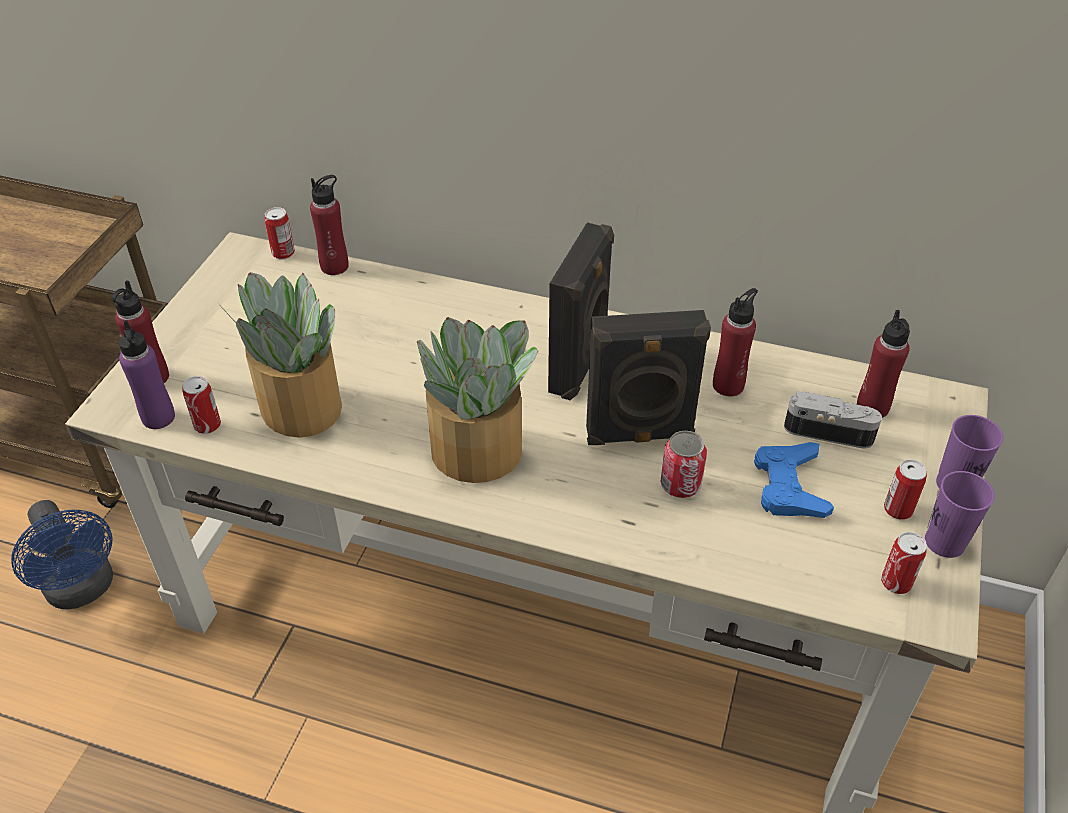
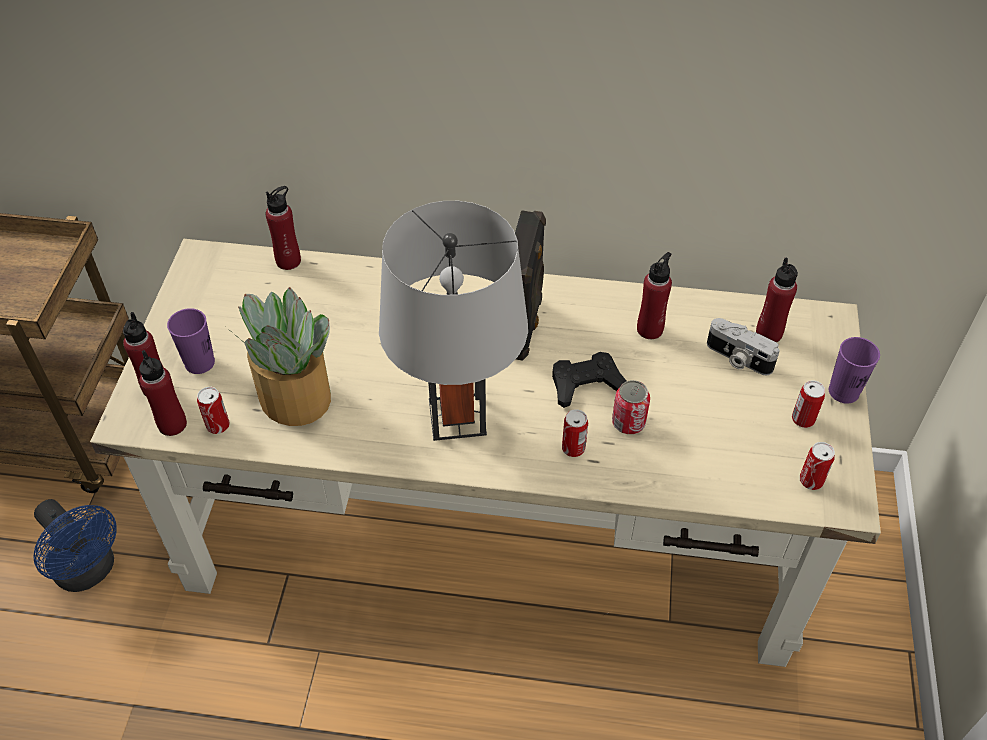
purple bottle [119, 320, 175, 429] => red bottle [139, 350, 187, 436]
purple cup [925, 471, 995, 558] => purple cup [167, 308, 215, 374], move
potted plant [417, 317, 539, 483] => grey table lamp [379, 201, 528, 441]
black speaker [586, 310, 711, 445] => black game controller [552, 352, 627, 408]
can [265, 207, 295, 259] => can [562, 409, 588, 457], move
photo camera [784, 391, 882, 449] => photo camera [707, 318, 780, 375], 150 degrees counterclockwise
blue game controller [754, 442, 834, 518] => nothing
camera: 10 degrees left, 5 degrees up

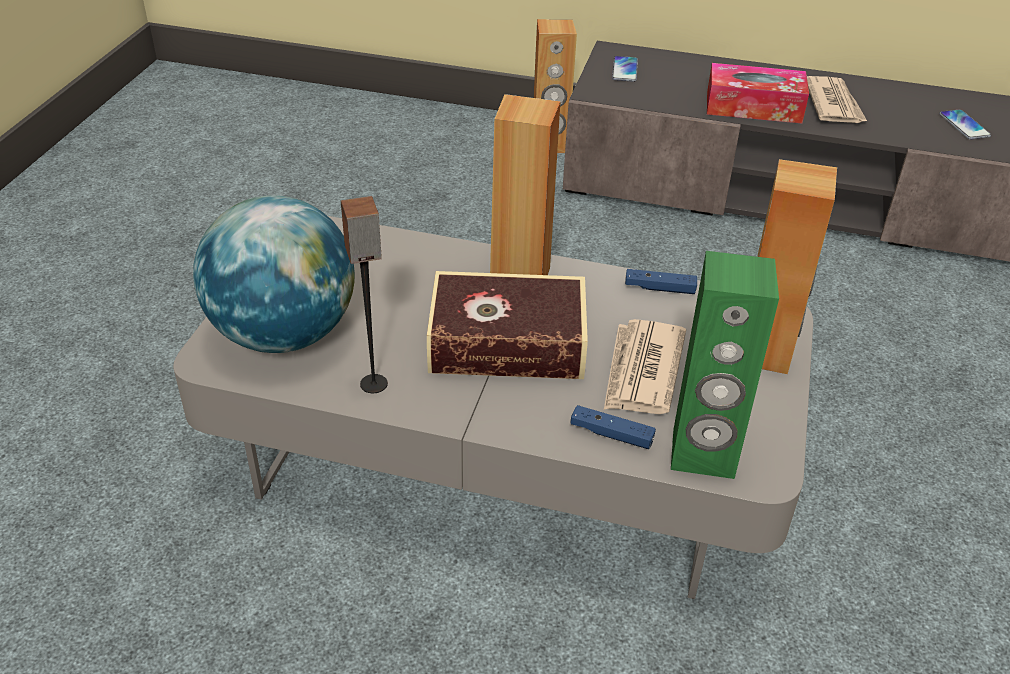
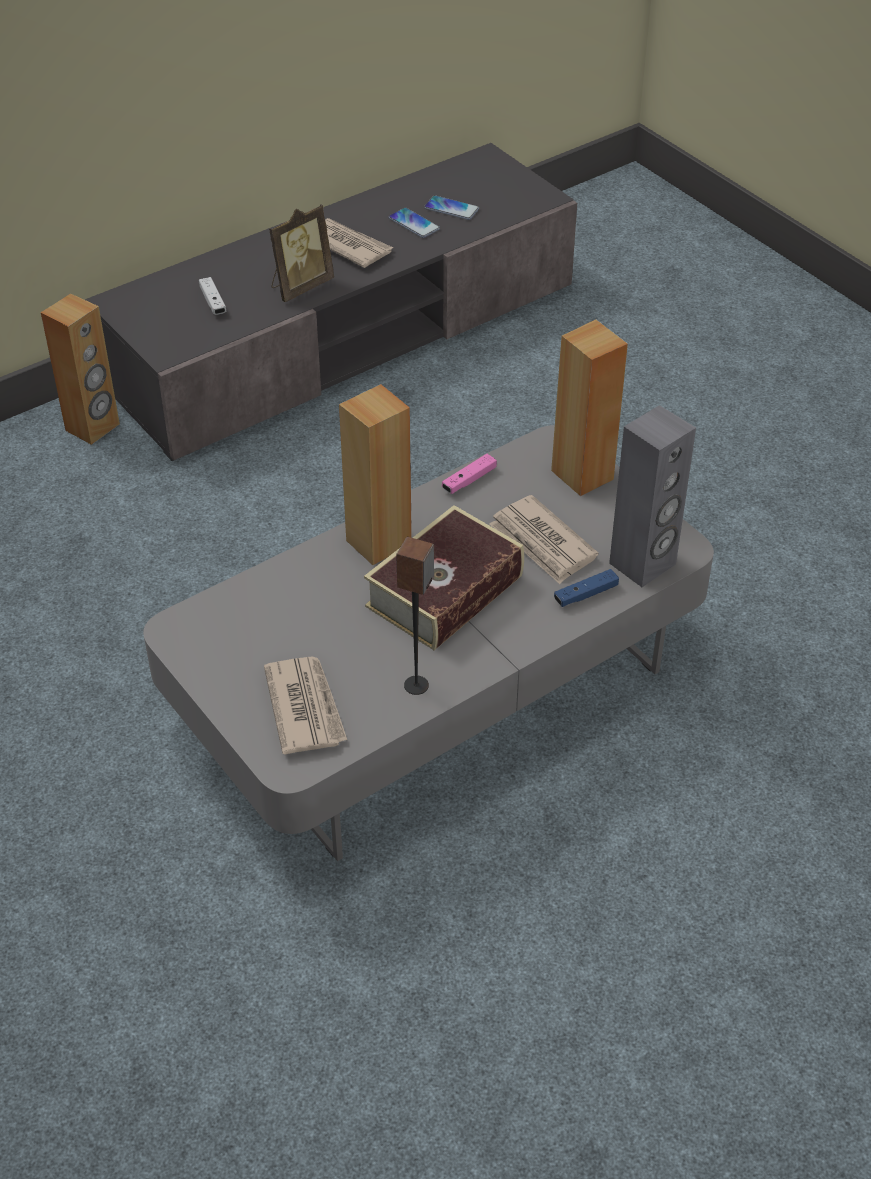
nothing => white game controller [199, 277, 226, 315]
globe [193, 195, 355, 353] => newspaper [264, 656, 347, 755]
tissue box [707, 63, 809, 123] => picture frame [269, 204, 334, 302]
phone [612, 56, 638, 82] => phone [389, 208, 440, 238], move
blue game controller [625, 269, 697, 294] => pink game controller [442, 454, 497, 494]
green speaker [671, 251, 779, 479] => grey speaker [609, 405, 696, 587]
camera: 50 degrees left, 5 degrees up

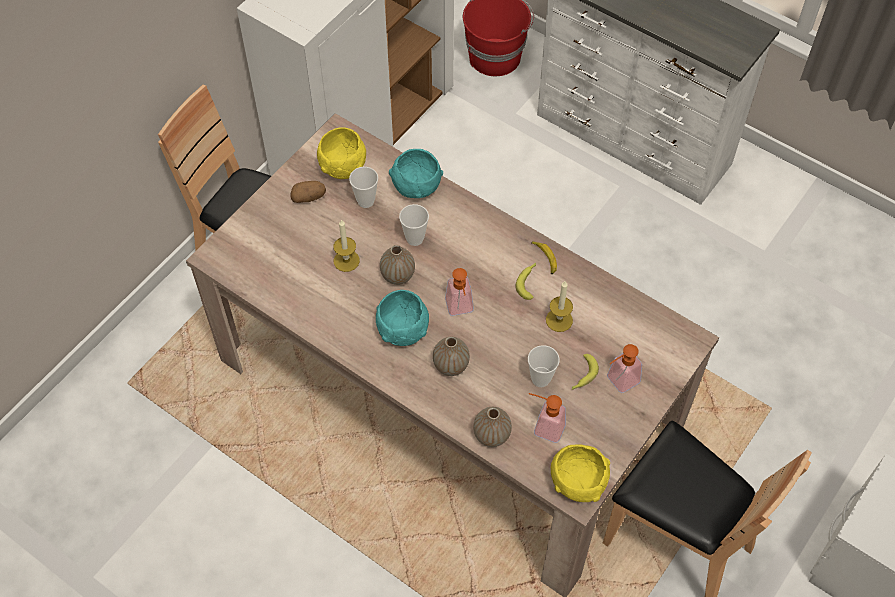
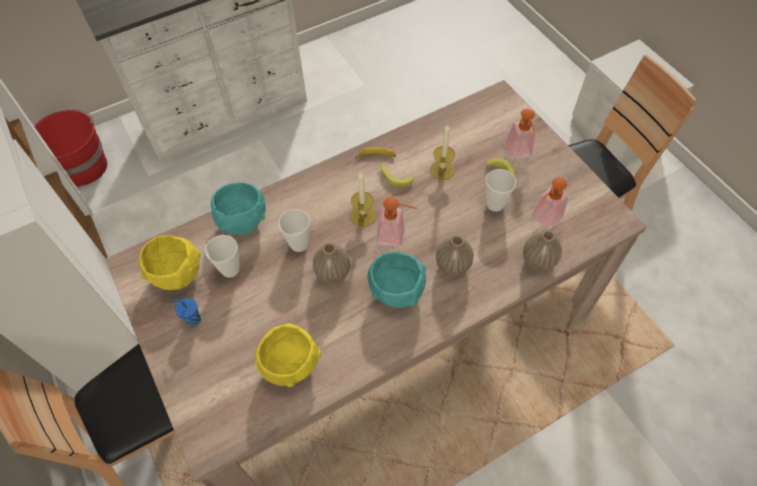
potato [290, 181, 326, 203] => blue cup [172, 298, 201, 327]
yellow bowl [551, 444, 610, 502] => yellow bowl [255, 323, 321, 387], move
candle [333, 220, 360, 272] => candle [350, 172, 376, 227], move
camera: 65 degrees left, 0 degrees up

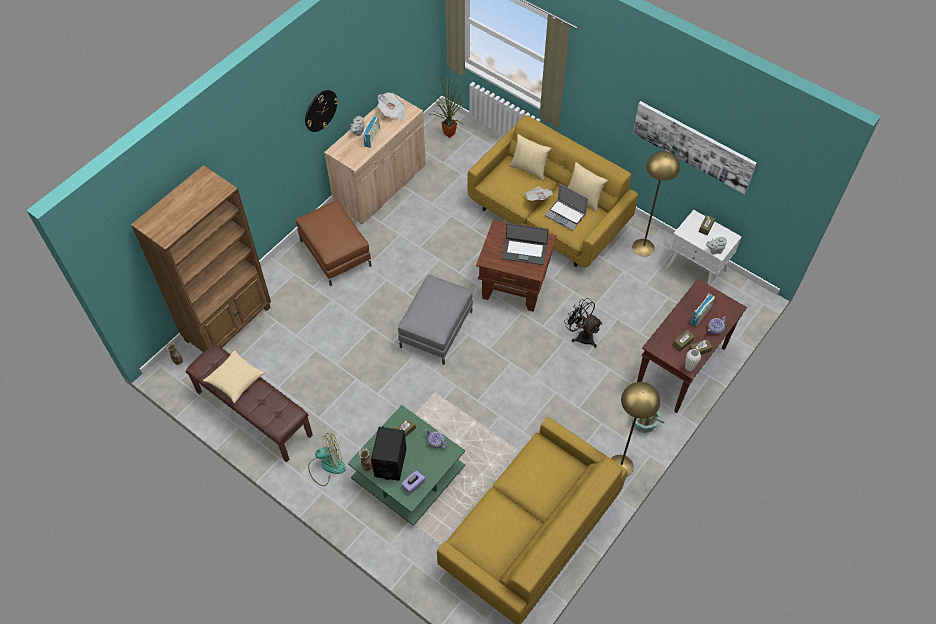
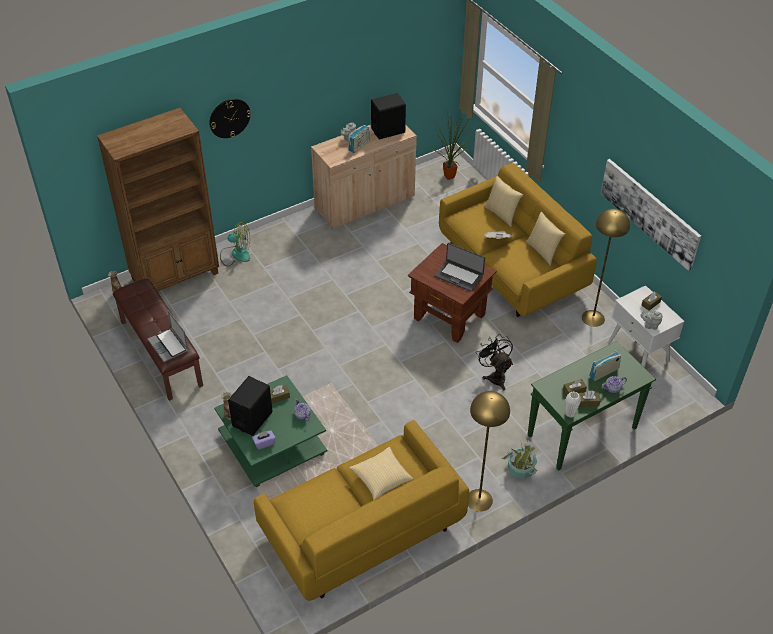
laptop [545, 184, 588, 231] => laptop [148, 310, 189, 362], move
wall clock [305, 90, 338, 132] => wall clock [209, 99, 251, 138], move
fan [308, 433, 346, 486] => fan [220, 222, 250, 266], move
pillow [203, 350, 265, 404] => pillow [349, 447, 414, 500], move
newspaper [378, 92, 407, 120] => black speaker [371, 93, 406, 140]
brown console table [637, 279, 747, 413] => green console table [528, 341, 656, 471]
brown ottoman [296, 200, 372, 286] => nothing
grey ottoman [398, 275, 473, 365] => nothing
camera: 20 degrees right, 10 degrees down

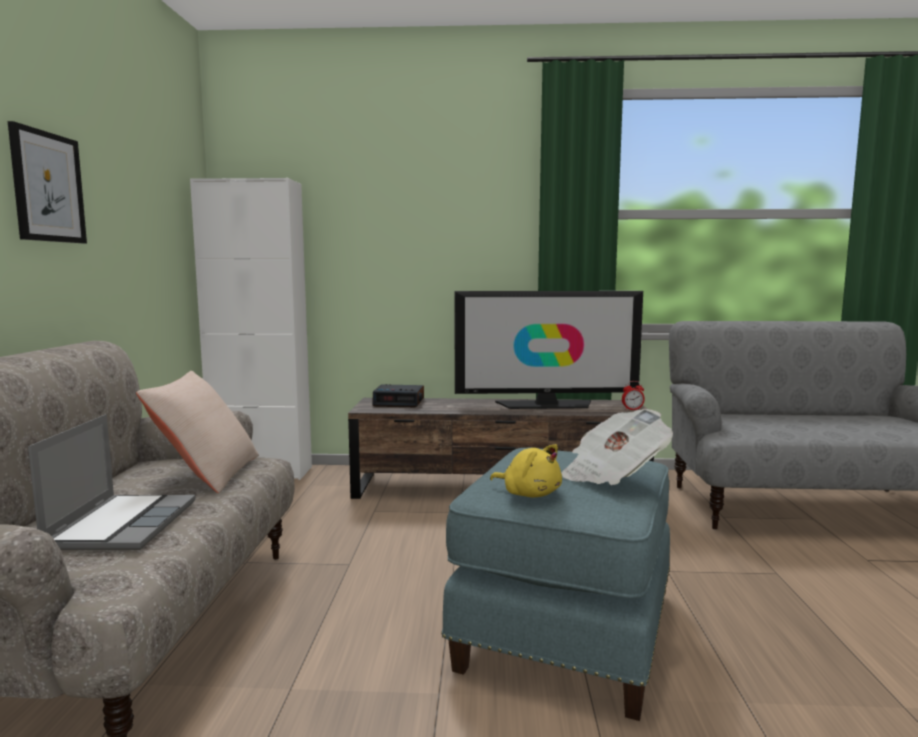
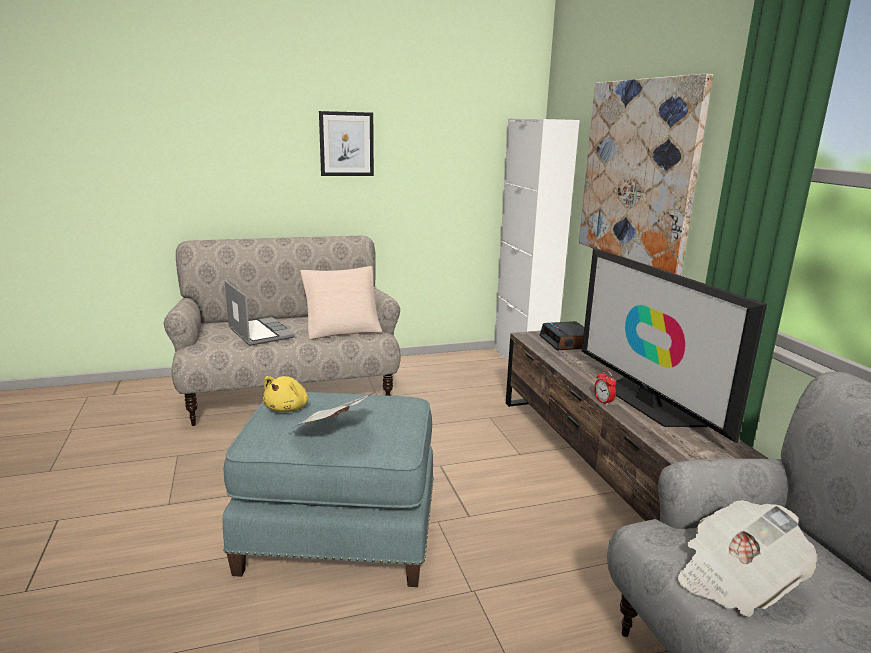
laptop [28, 414, 196, 550] => laptop [225, 281, 295, 346], 105 degrees counterclockwise
nothing => picture [579, 73, 713, 276]
alarm clock [622, 381, 645, 410] => alarm clock [594, 370, 616, 406], move
nothing => newspaper [678, 500, 817, 617]
camera: 70 degrees right, 10 degrees up

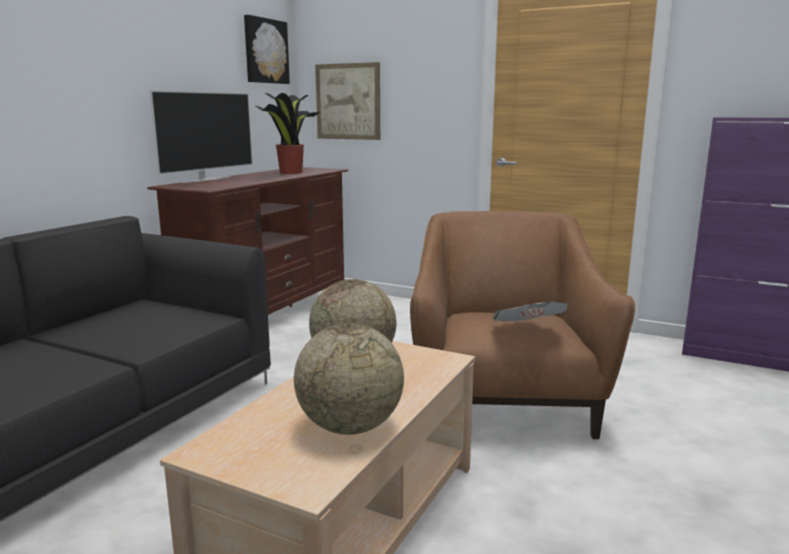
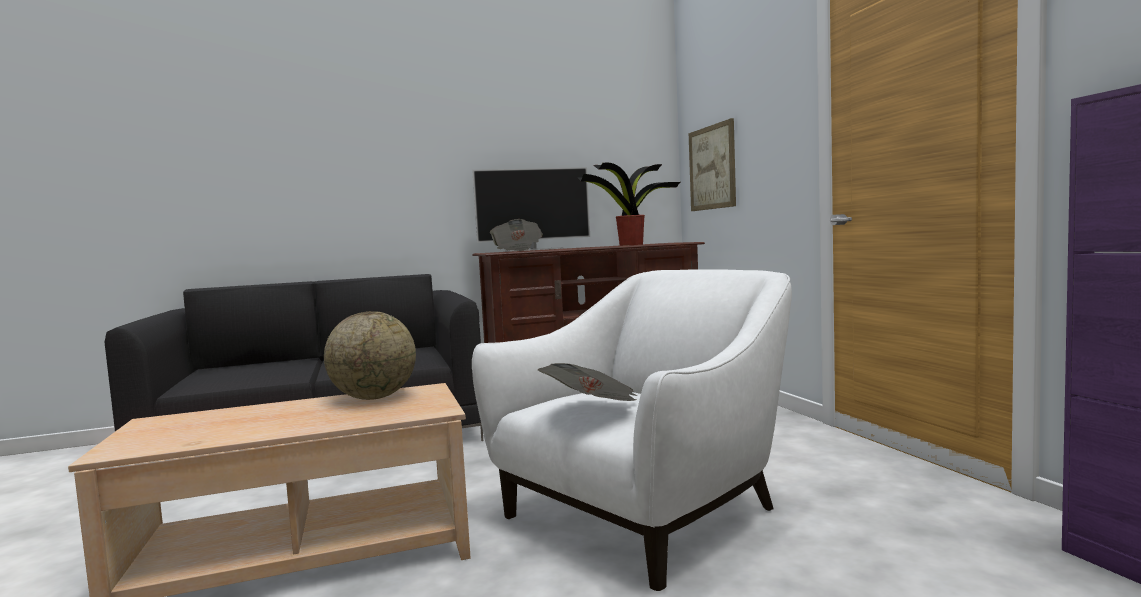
brown armchair [410, 211, 635, 439] => white armchair [472, 270, 792, 591]
nothing => newspaper [490, 219, 543, 251]
picture [244, 15, 290, 84] => nothing
globe [294, 323, 404, 435] => nothing
camera: 45 degrees right, 10 degrees down

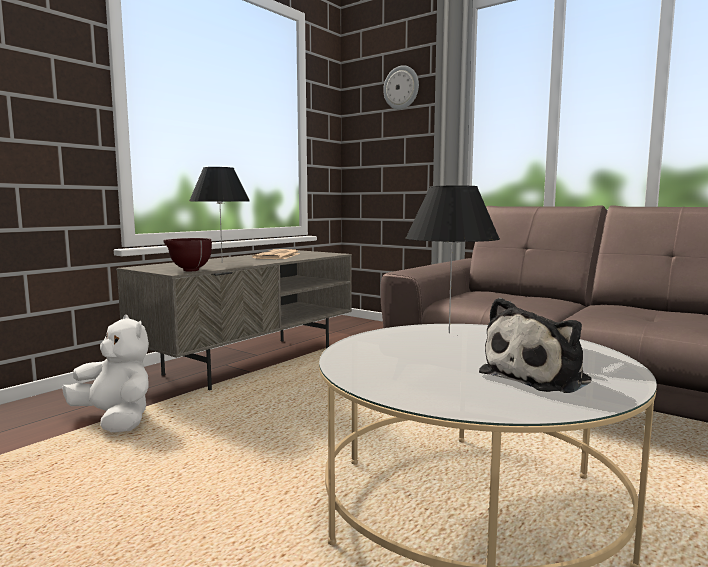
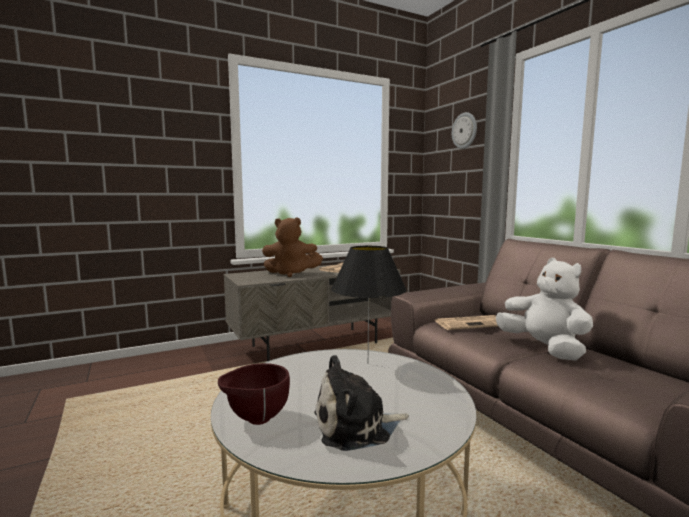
brown bowl [164, 238, 212, 271] => brown bowl [218, 363, 290, 425], move
black table lamp [189, 167, 250, 263] => brown plush toy [262, 217, 323, 277]
nothing => newspaper [435, 315, 499, 330]
white plush toy [62, 315, 149, 432] => white plush toy [496, 258, 593, 361], move
camera: 25 degrees right, 0 degrees up

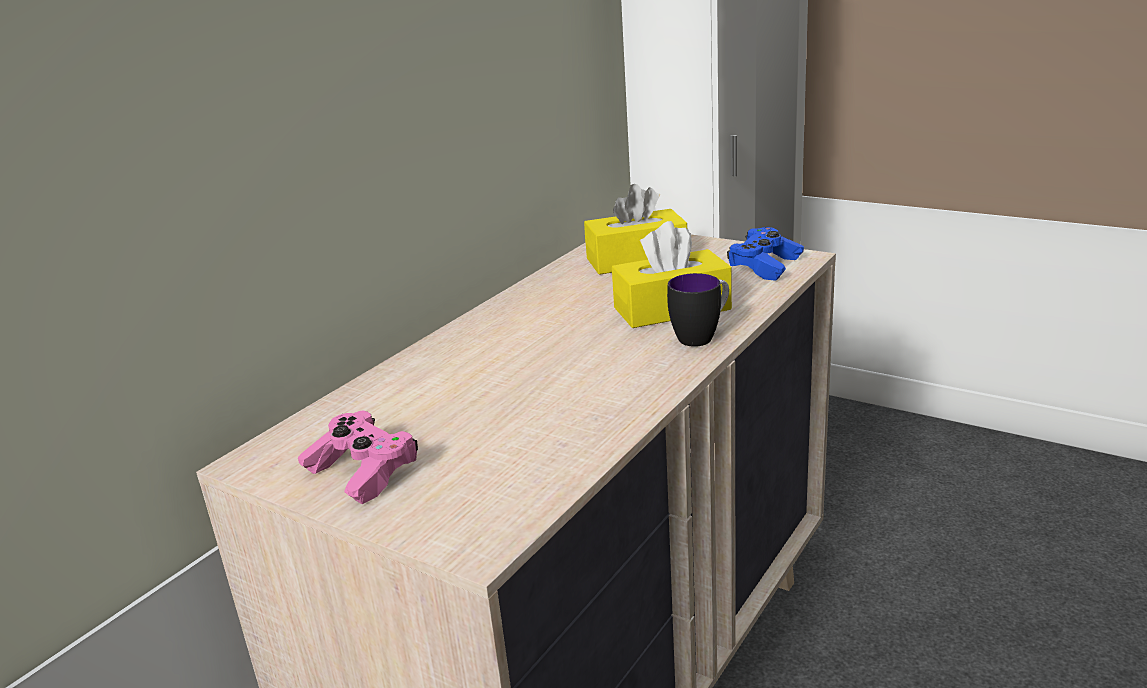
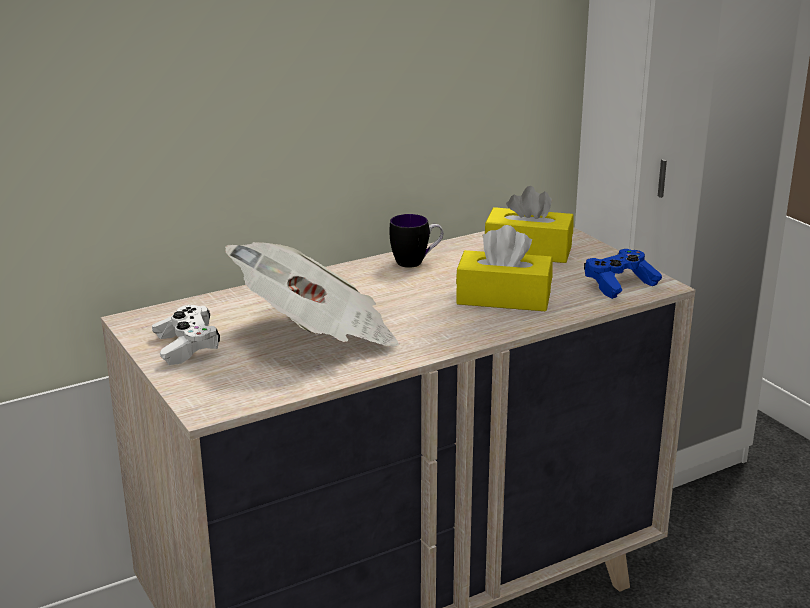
pink game controller [298, 410, 418, 504] => white game controller [152, 305, 220, 365]
nothing => newspaper [225, 242, 400, 347]
mug [667, 273, 729, 347] => mug [390, 214, 443, 268], move
camera: 25 degrees right, 0 degrees up

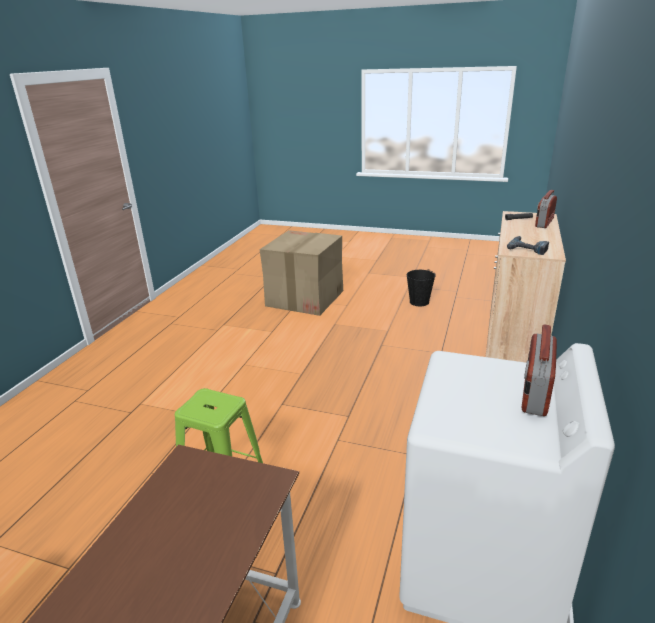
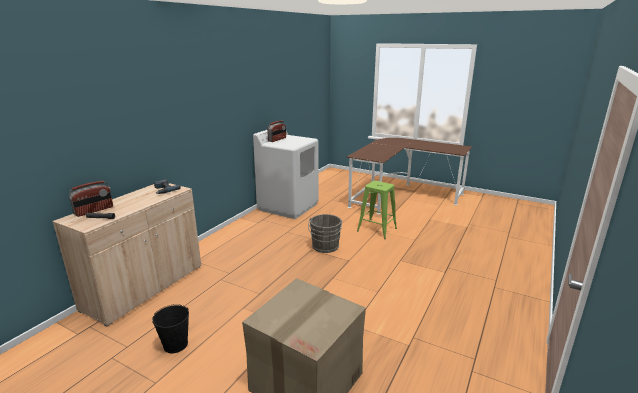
nothing => grey bucket [308, 214, 342, 253]
camera: 170 degrees left, 5 degrees down

